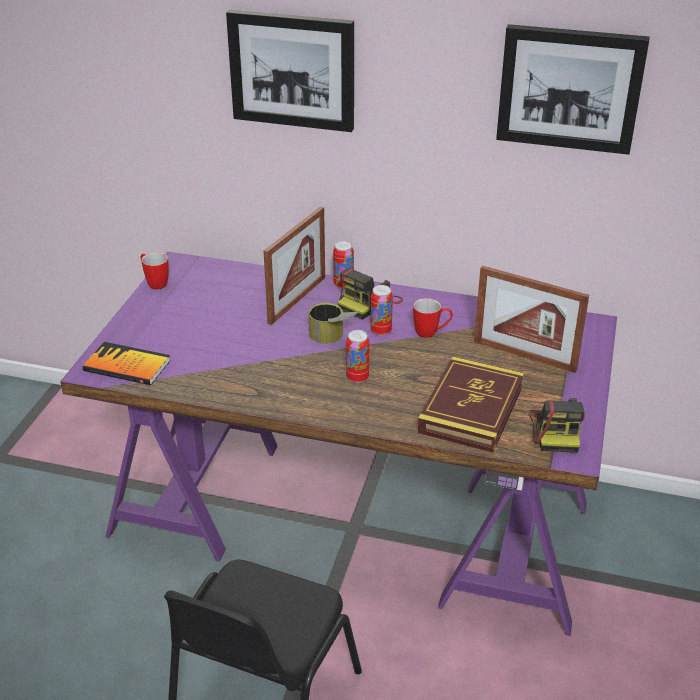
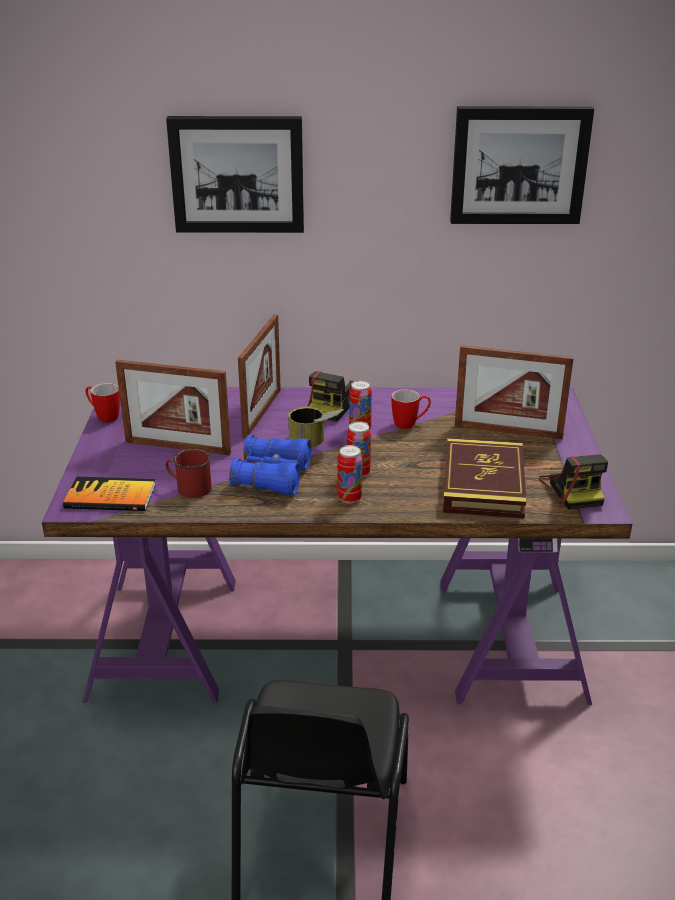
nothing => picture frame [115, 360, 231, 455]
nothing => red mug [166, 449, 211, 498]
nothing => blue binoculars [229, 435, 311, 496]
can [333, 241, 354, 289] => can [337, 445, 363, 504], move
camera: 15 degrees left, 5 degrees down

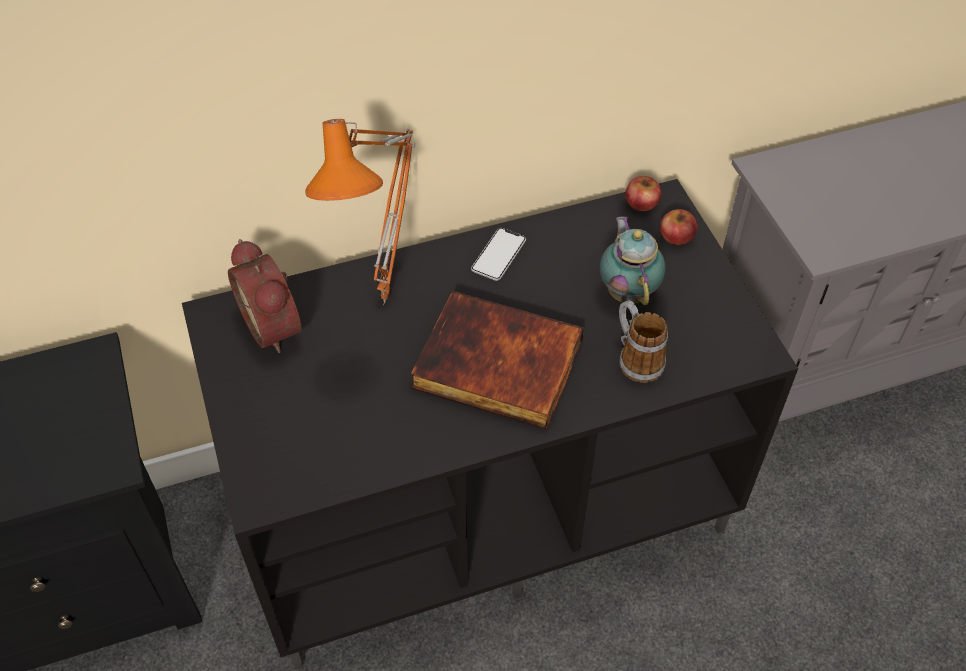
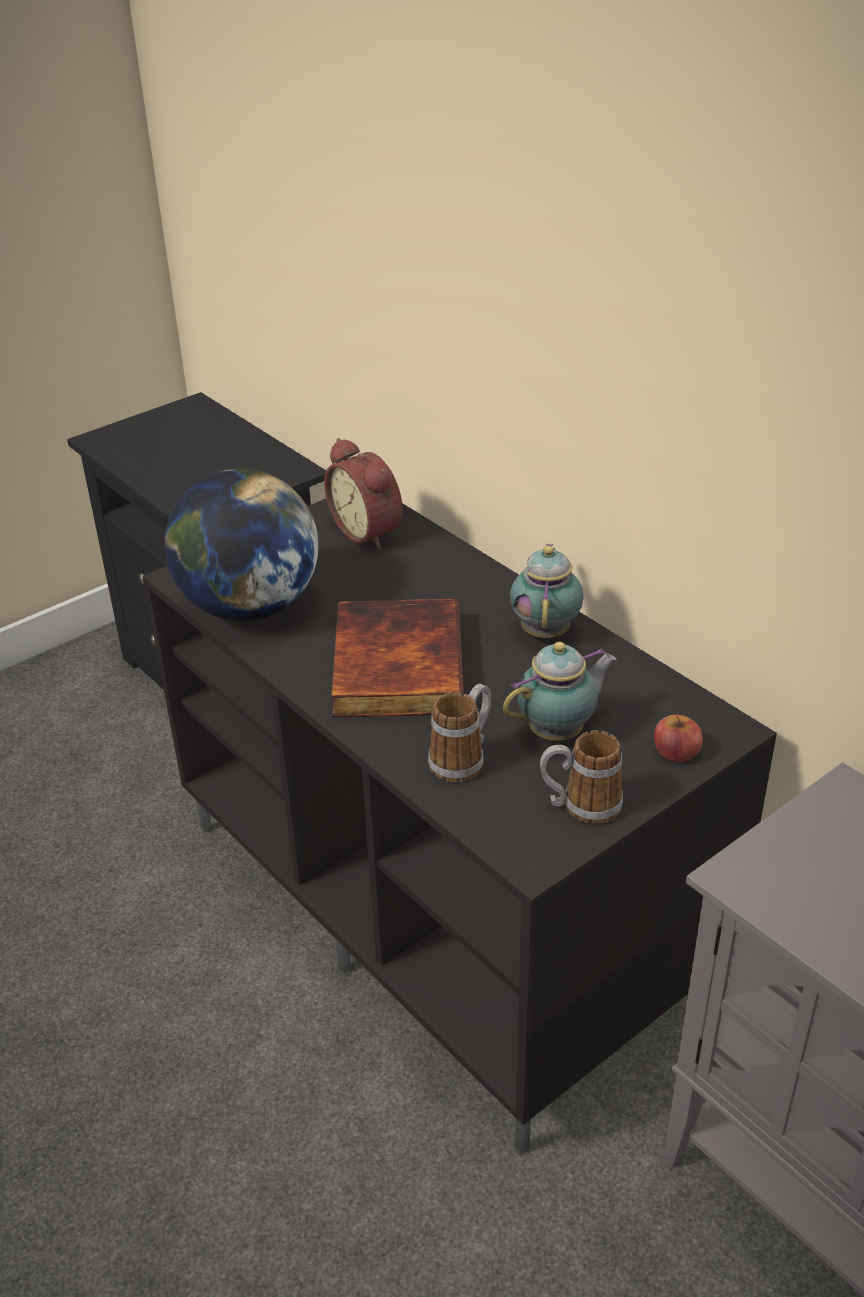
nothing => globe [165, 469, 319, 621]
alarm clock [228, 239, 302, 353] => alarm clock [324, 438, 403, 549], 75 degrees counterclockwise
phone [471, 228, 526, 281] => teapot [510, 543, 583, 638]
nothing => mug [540, 730, 623, 824]
orange table lamp [305, 119, 415, 305] => nothing
apple [625, 176, 662, 211] => nothing
camera: 70 degrees right, 15 degrees down

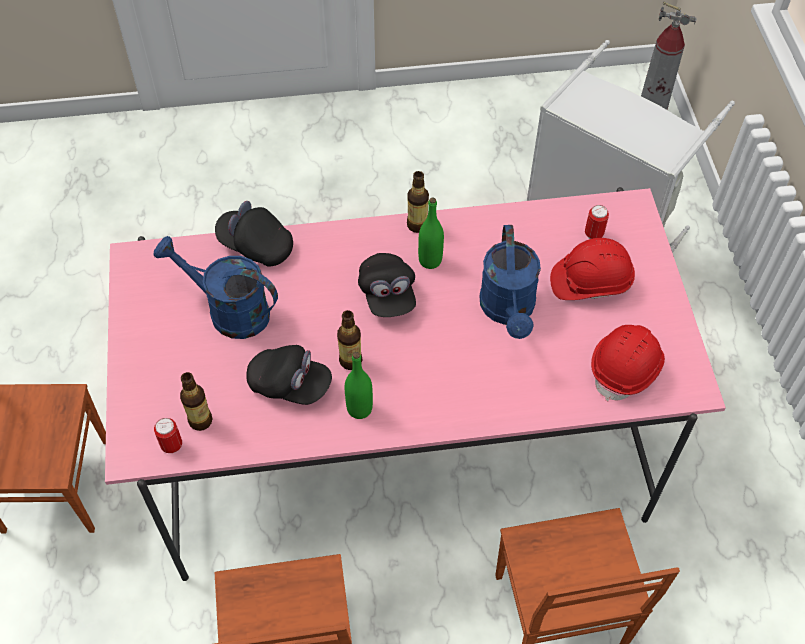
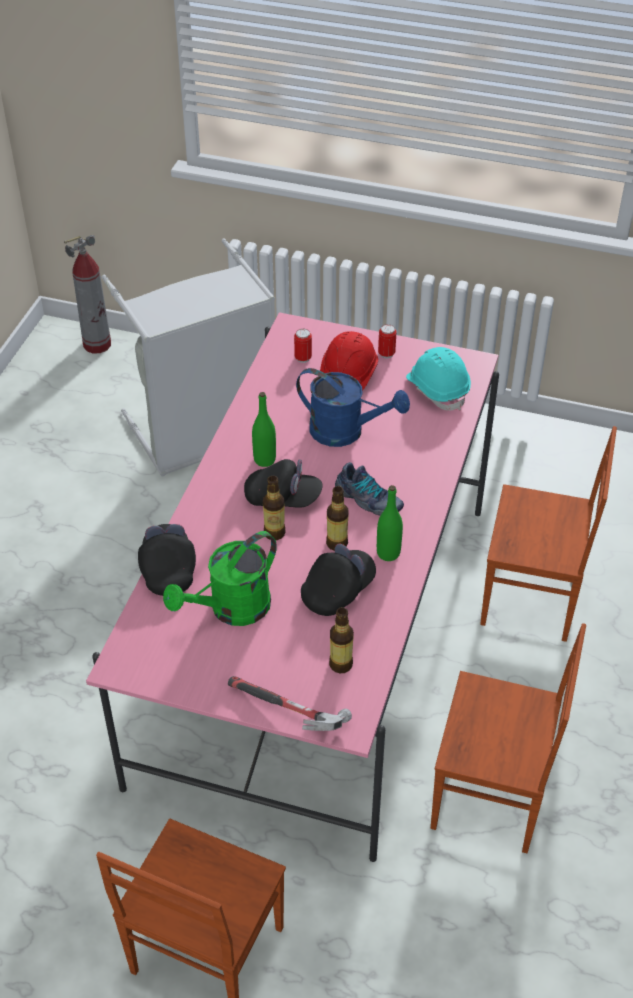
black cap [215, 201, 293, 267] => black cap [138, 524, 196, 596], 120 degrees clockwise
blue watering can [154, 236, 278, 339] => green watering can [163, 531, 277, 626]
nothing => hammer [228, 676, 352, 731]
bottle [407, 171, 429, 233] => bottle [263, 476, 286, 540], move
nothing => shoe [335, 462, 404, 515]
can [154, 418, 182, 453] => can [378, 324, 396, 358], move
red hard hat [591, 325, 665, 401] => turquoise hard hat [406, 347, 471, 411]
camera: 65 degrees left, 10 degrees down

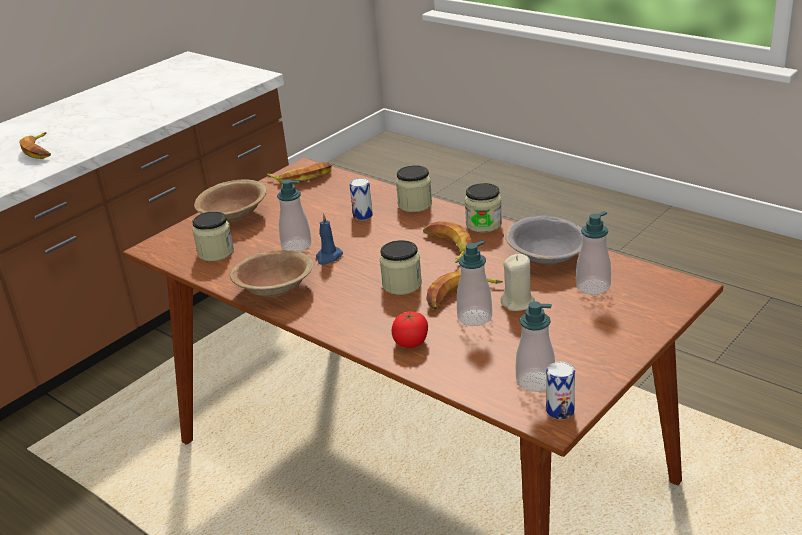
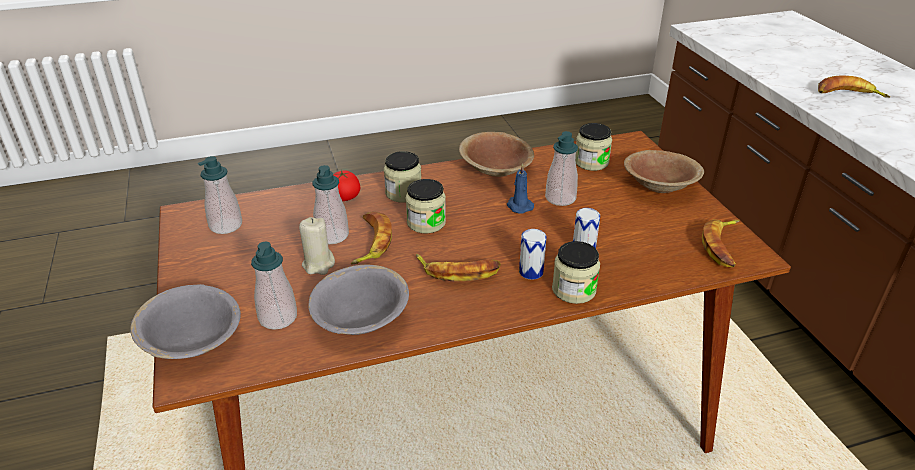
nothing => grey bowl [130, 284, 241, 359]
jar [465, 183, 502, 233] => jar [384, 151, 421, 203], move
can [546, 362, 575, 420] => can [519, 229, 547, 280], move
camera: 120 degrees right, 5 degrees up

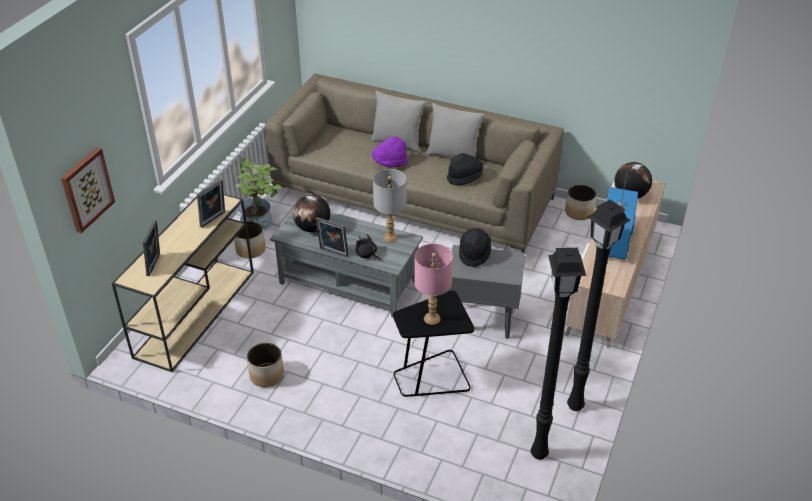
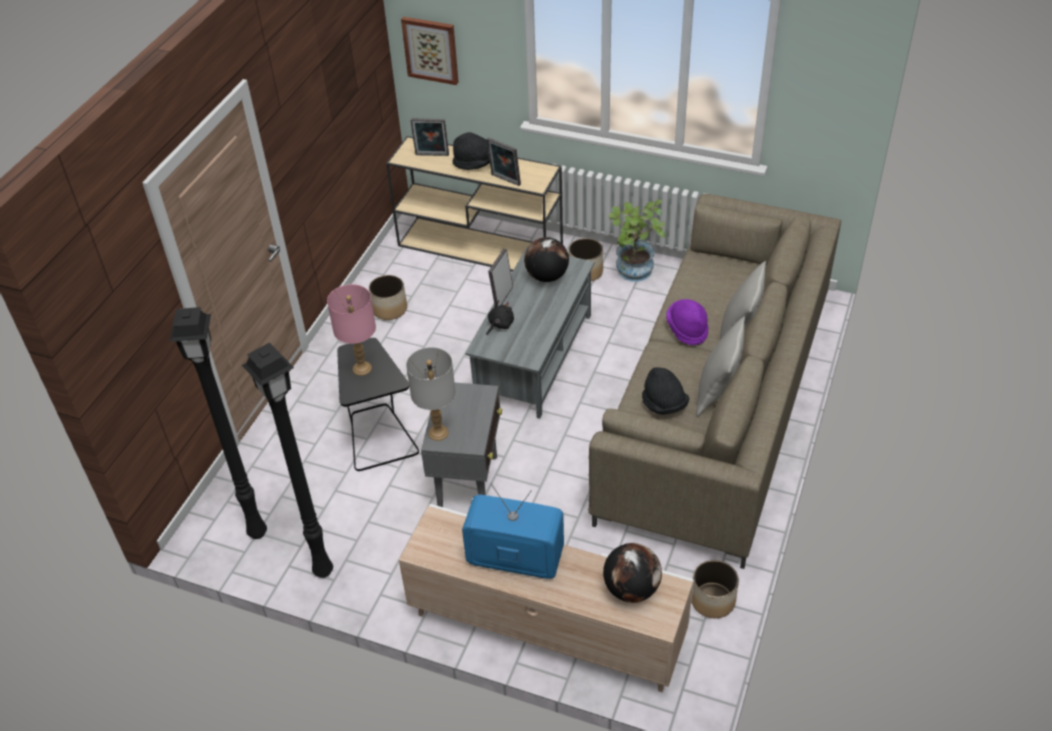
grey table lamp [373, 169, 406, 243] => grey table lamp [406, 347, 456, 441], move
black hat [459, 228, 491, 267] => black hat [453, 132, 490, 170], move
camera: 90 degrees right, 5 degrees up

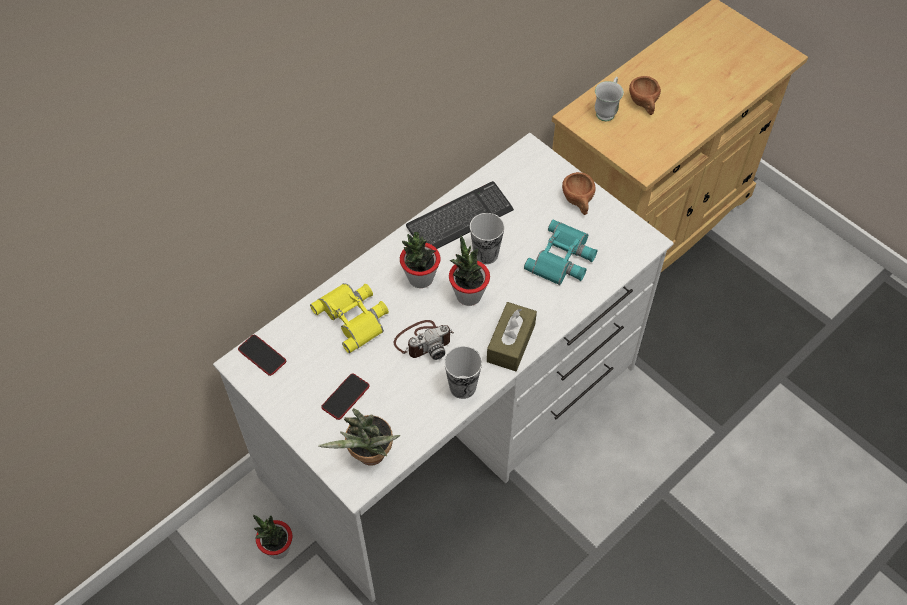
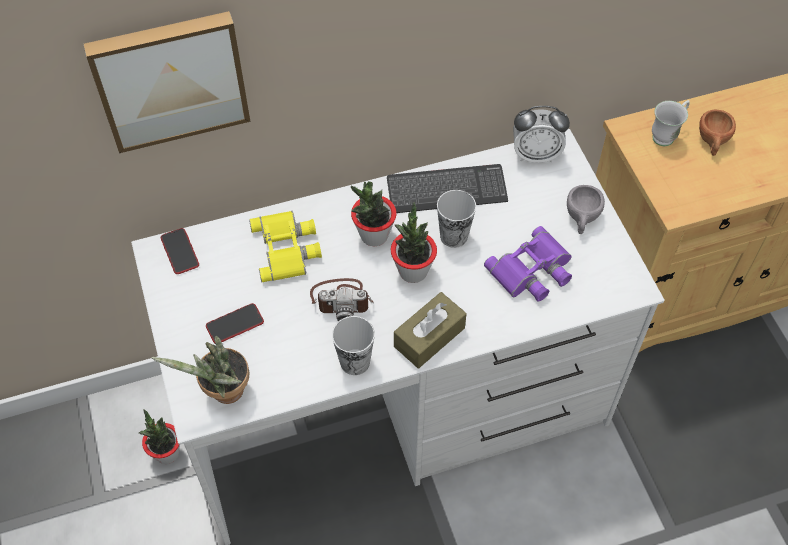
nothing => picture [84, 11, 250, 153]
turquoise binoculars [524, 220, 597, 285] => purple binoculars [484, 226, 572, 302]
nothing => alarm clock [513, 106, 570, 163]
brown cup [562, 172, 596, 215] => grey cup [567, 185, 605, 234]
camera: 25 degrees right, 0 degrees up

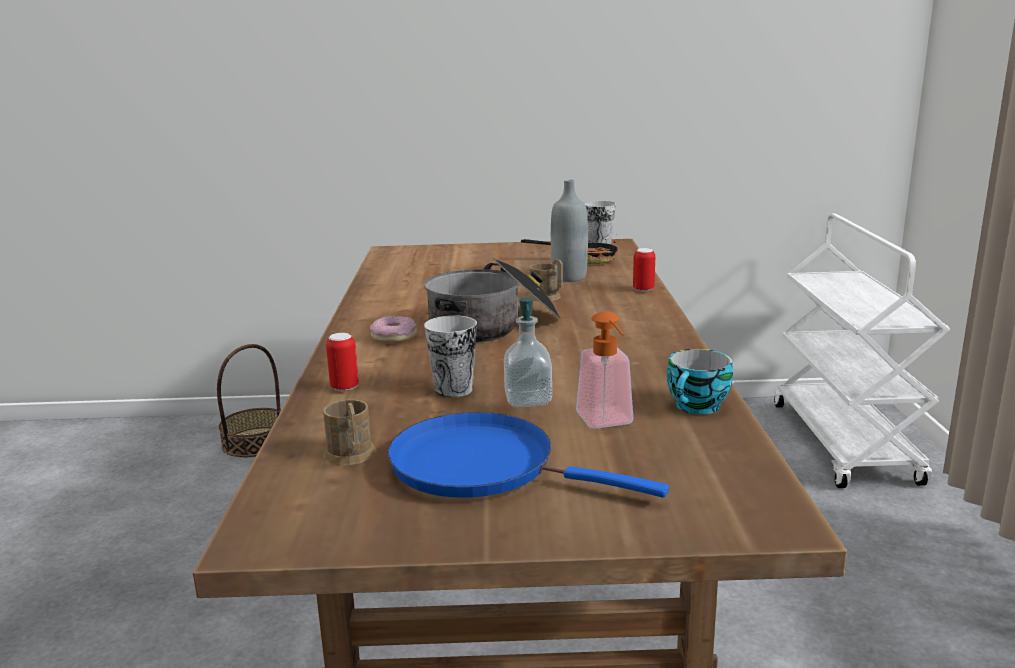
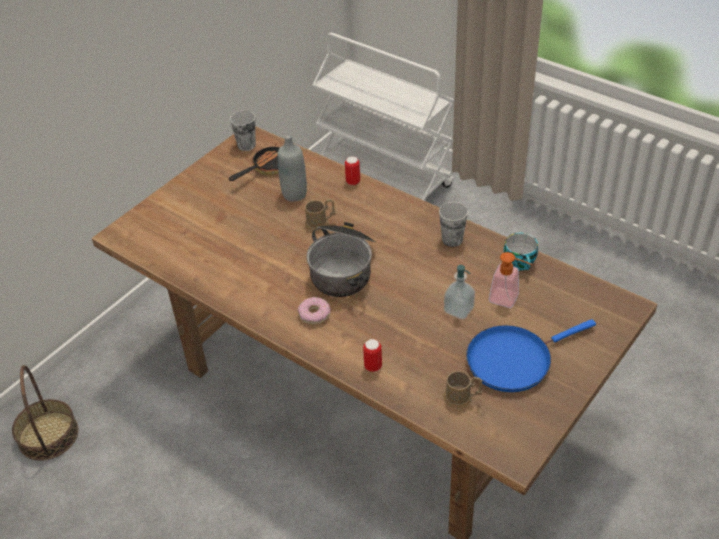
cup [424, 316, 477, 398] => cup [439, 202, 468, 247], move
camera: 50 degrees left, 25 degrees up

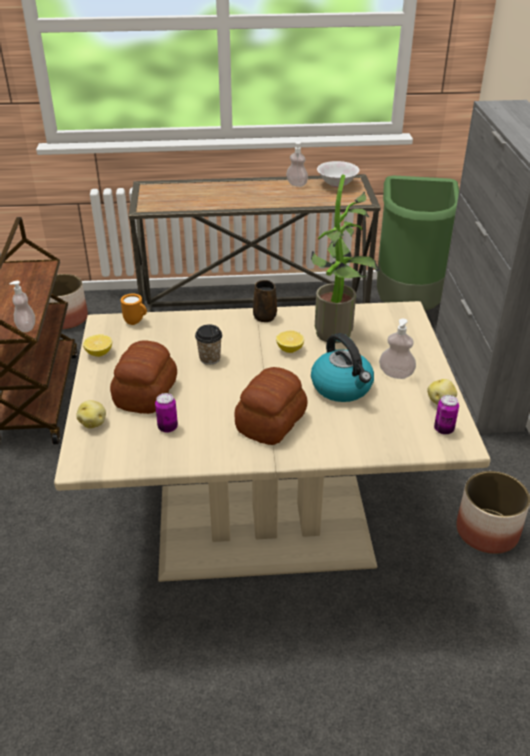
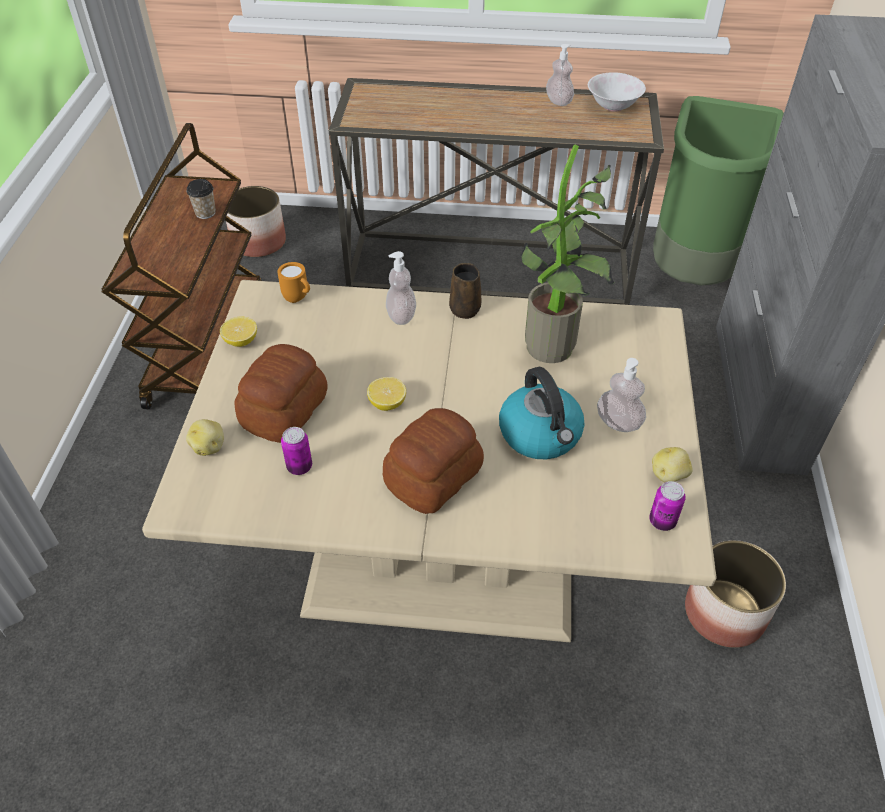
cup [195, 325, 222, 365] => cup [187, 179, 216, 219], move
lemon [276, 331, 304, 353] => lemon [367, 377, 406, 411], move
soap dispenser [10, 281, 35, 332] => soap dispenser [386, 251, 416, 325], move
camera: 10 degrees right, 10 degrees up

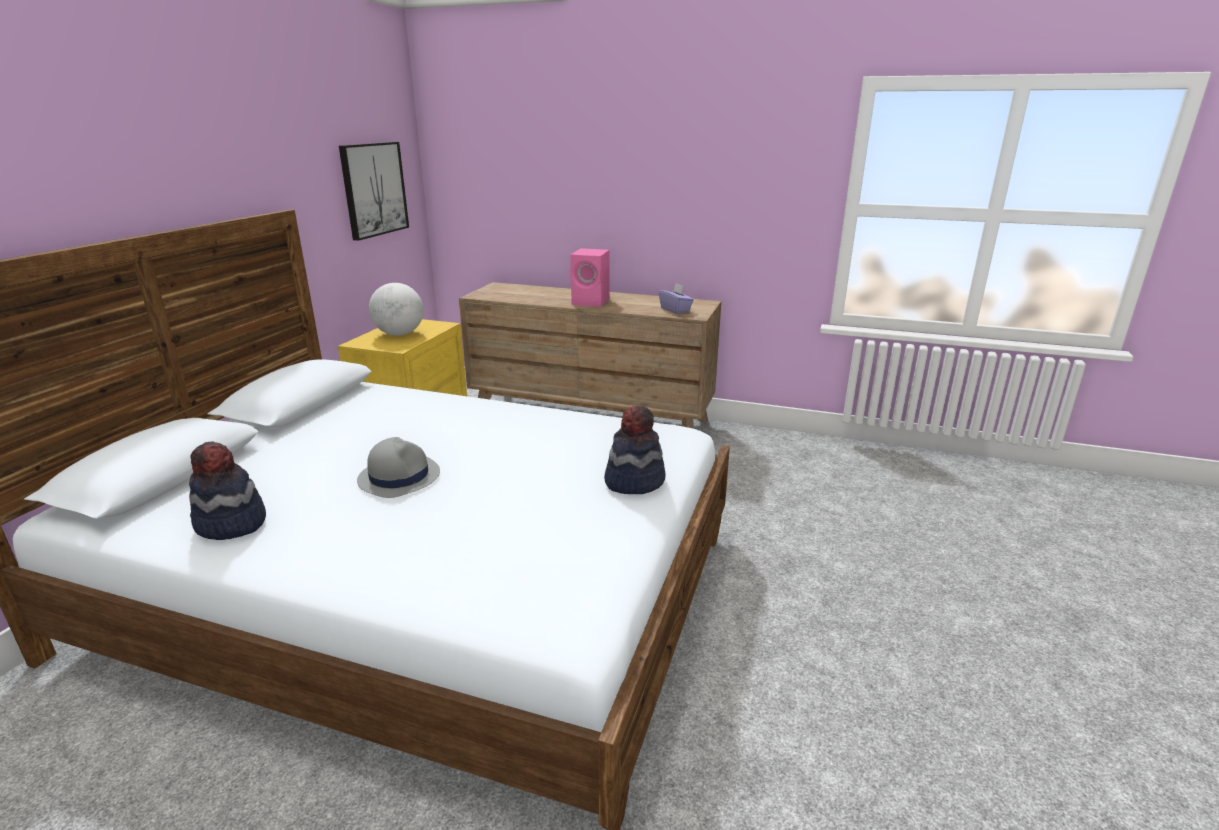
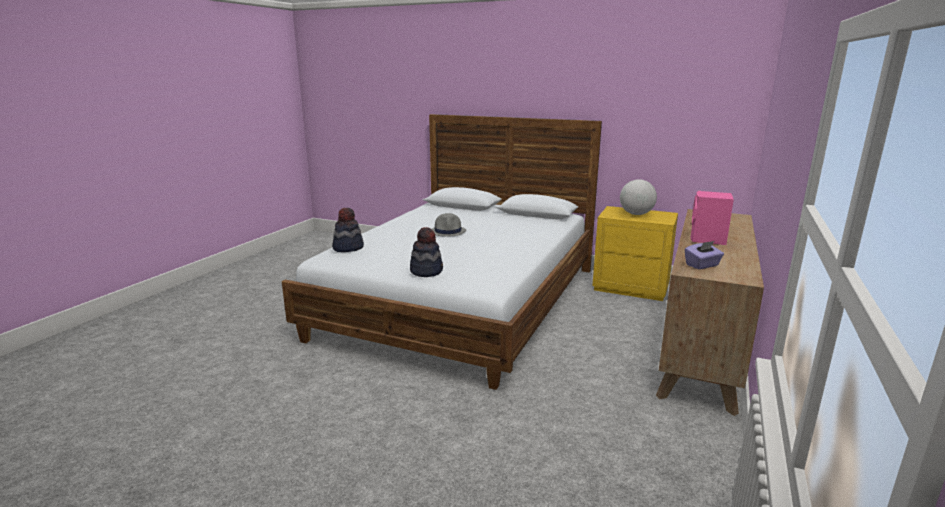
hat [189, 441, 266, 540] => hat [332, 208, 364, 252], move
picture [339, 142, 409, 241] => nothing
camera: 95 degrees right, 5 degrees down

